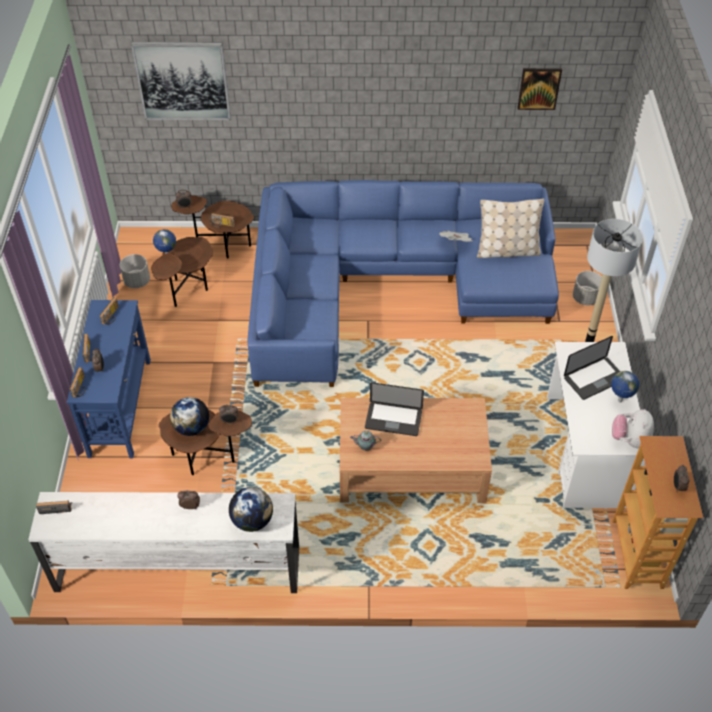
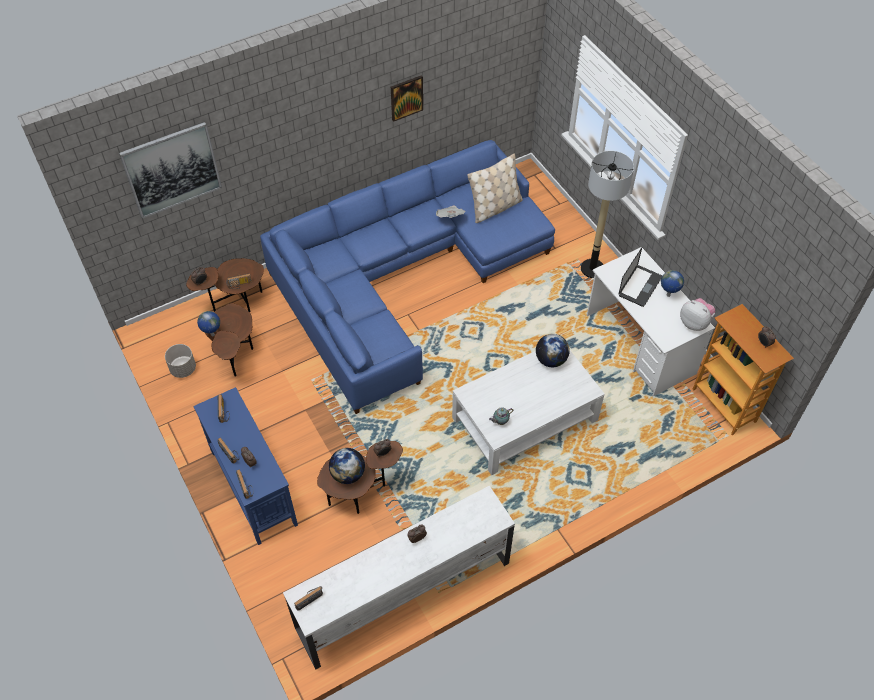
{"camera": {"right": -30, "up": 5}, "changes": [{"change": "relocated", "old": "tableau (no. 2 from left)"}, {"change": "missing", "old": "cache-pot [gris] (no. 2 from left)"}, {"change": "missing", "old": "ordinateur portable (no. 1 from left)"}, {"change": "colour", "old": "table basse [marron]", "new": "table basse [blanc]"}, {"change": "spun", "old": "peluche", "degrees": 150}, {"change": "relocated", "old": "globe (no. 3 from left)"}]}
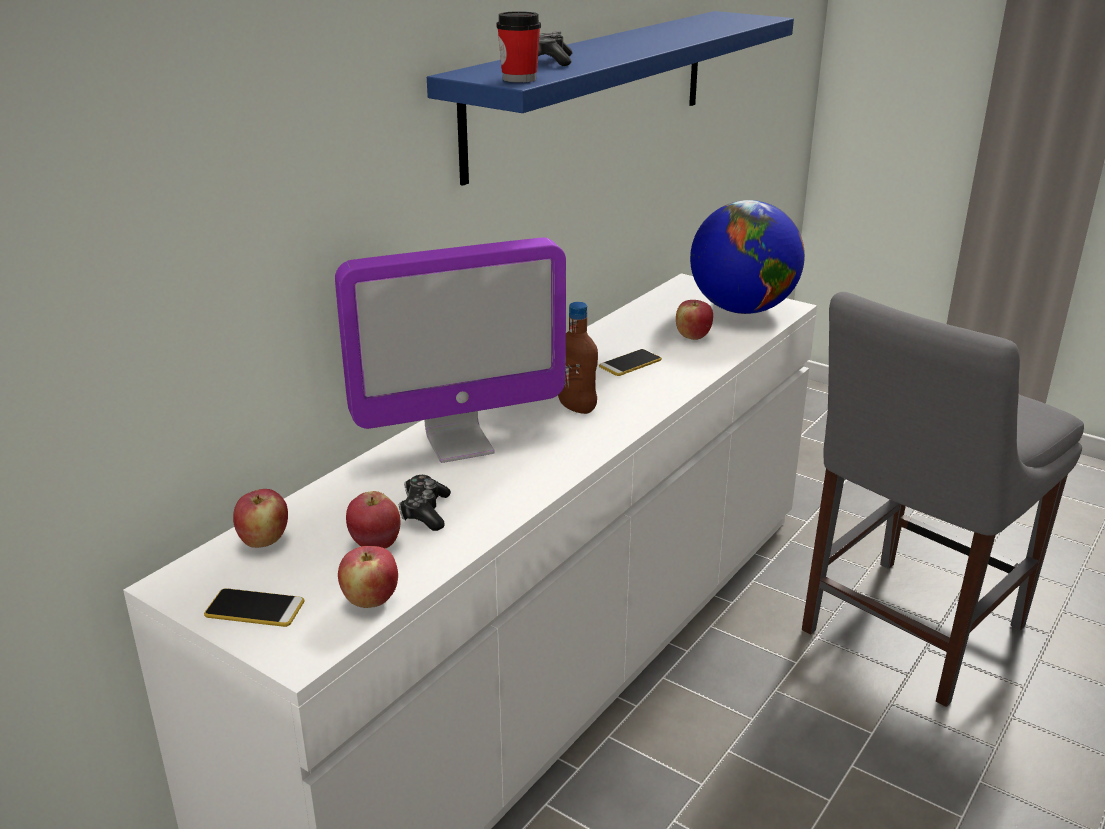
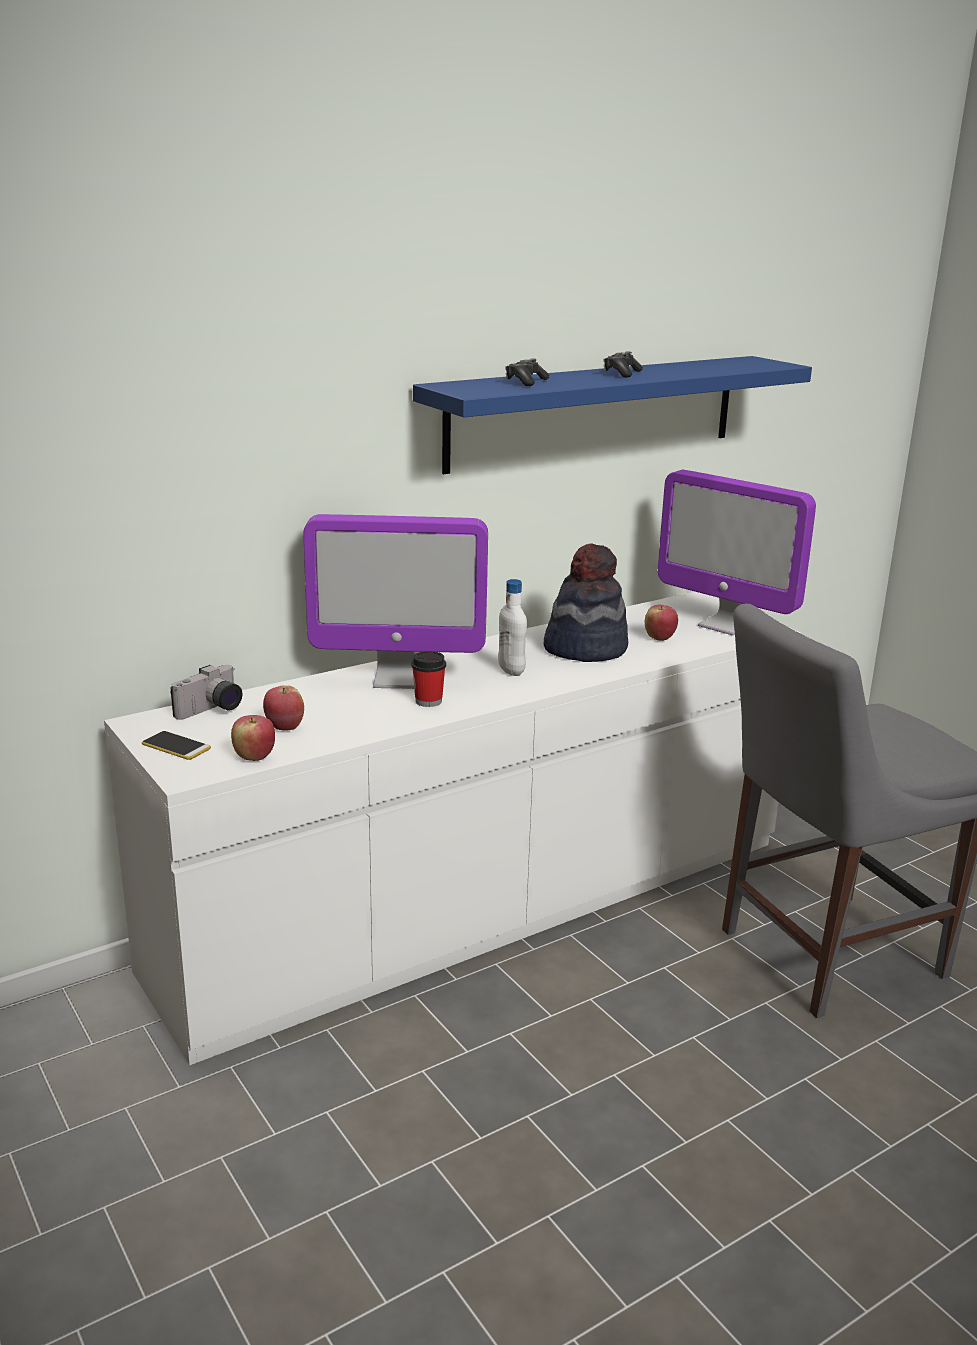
{"camera": {"right": 20, "up": -5}, "changes": [{"change": "relocated", "old": "tasse"}, {"change": "exchanged", "old": "globe", "new": "écran d'ordinateur (no. 2 from left)"}, {"change": "colour", "old": "bouteille [marron]", "new": "bouteille [blanc]"}, {"change": "exchanged", "old": "téléphone (no. 2 from left)", "new": "chapeau"}, {"change": "relocated", "old": "manette (no. 1 from left in the first image)", "new": "manette (no. 2 from left)"}, {"change": "exchanged", "old": "pomme (no. 1 from left)", "new": "appareil photo"}]}
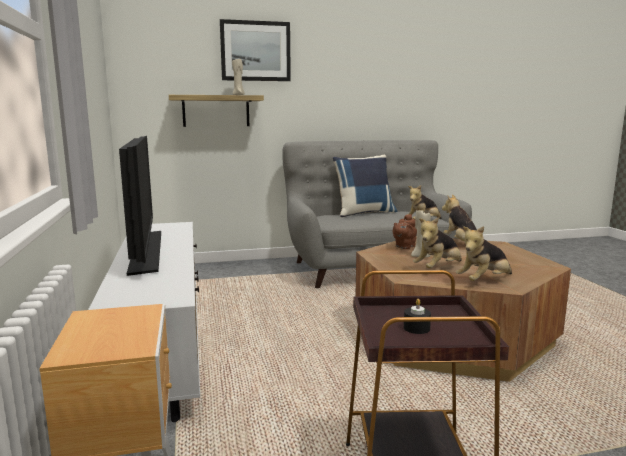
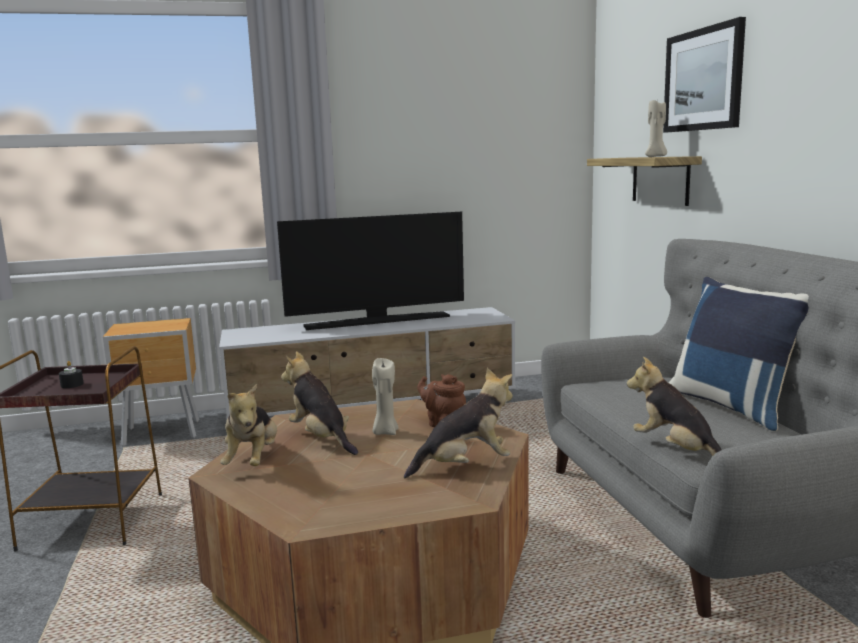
{"camera": {"right": 90, "up": 0}, "changes": [{"change": "spun", "old": "peluche (no. 4 from left in the first image)", "degrees": -150}]}
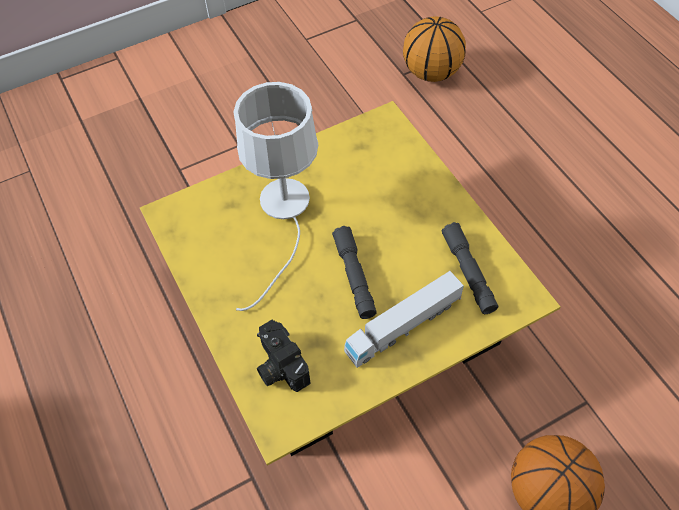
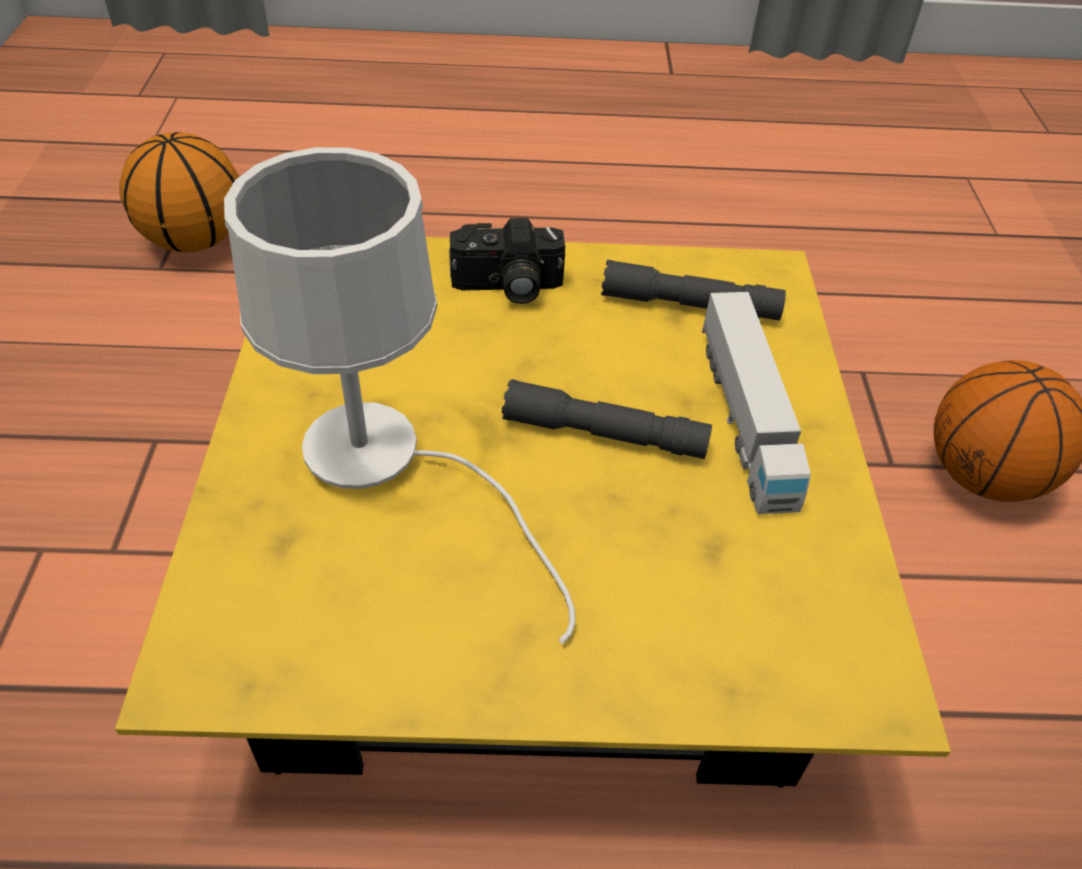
{"camera": {"right": -65, "up": -10}, "changes": [{"change": "relocated", "old": "appareil photo"}]}
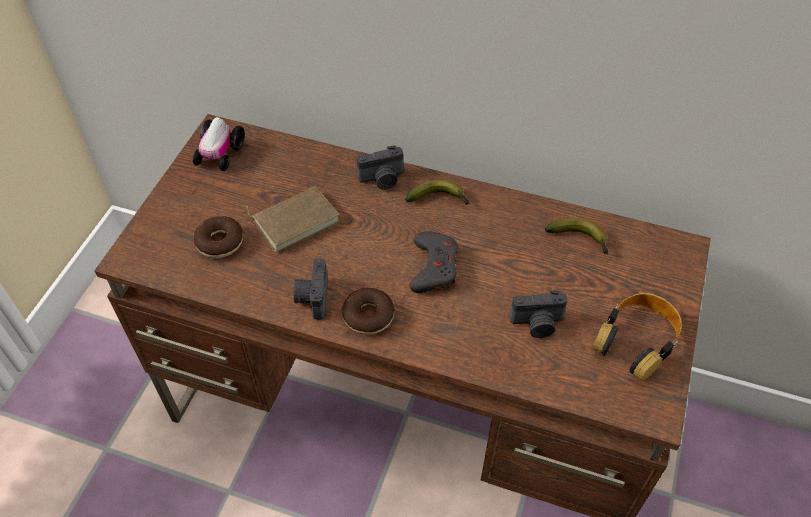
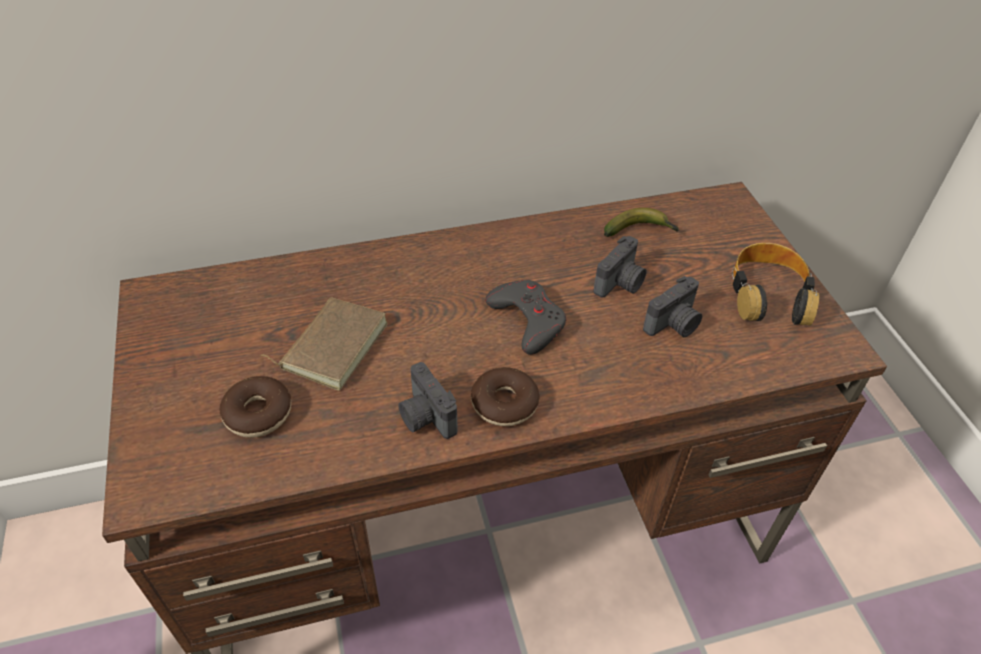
{"camera": {"right": -35, "up": -5}, "changes": [{"change": "missing", "old": "petite voiture"}, {"change": "relocated", "old": "appareil photo (no. 2 from left)"}, {"change": "missing", "old": "banane (no. 1 from left)"}]}
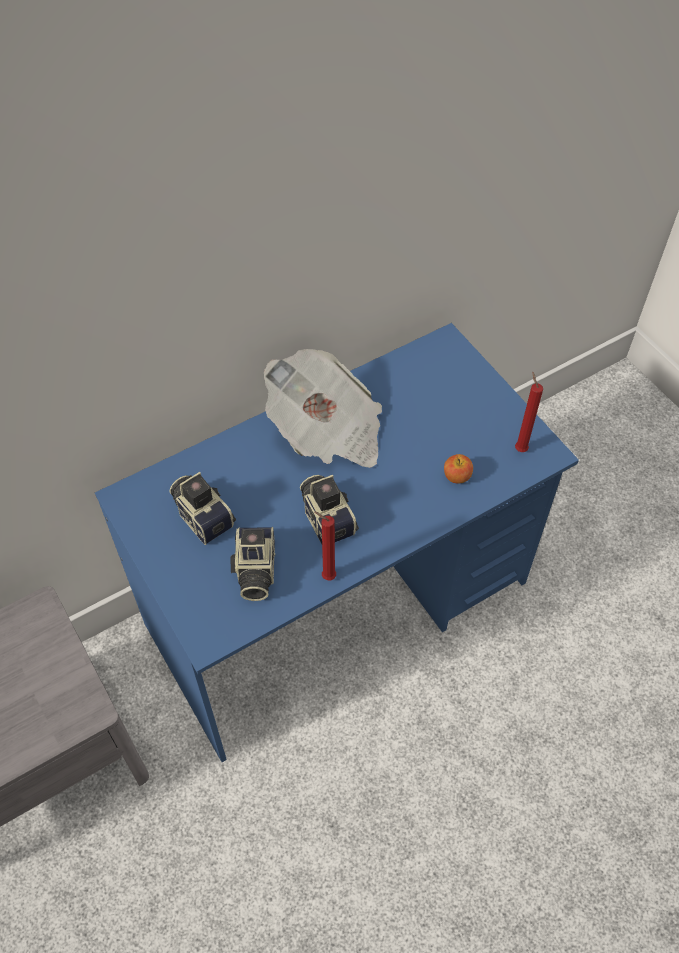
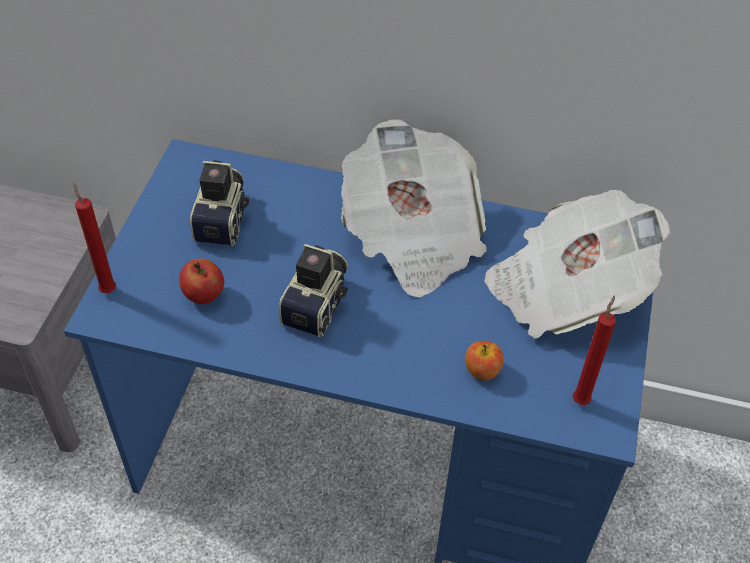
{"camera": {"right": 45, "up": -5}, "changes": [{"change": "relocated", "old": "bougie [rouge] (no. 1 from left)"}, {"change": "exchanged", "old": "appareil photo (no. 2 from left)", "new": "pomme (no. 1 from left)"}, {"change": "appeared", "new": "journal (no. 2 from left)"}]}
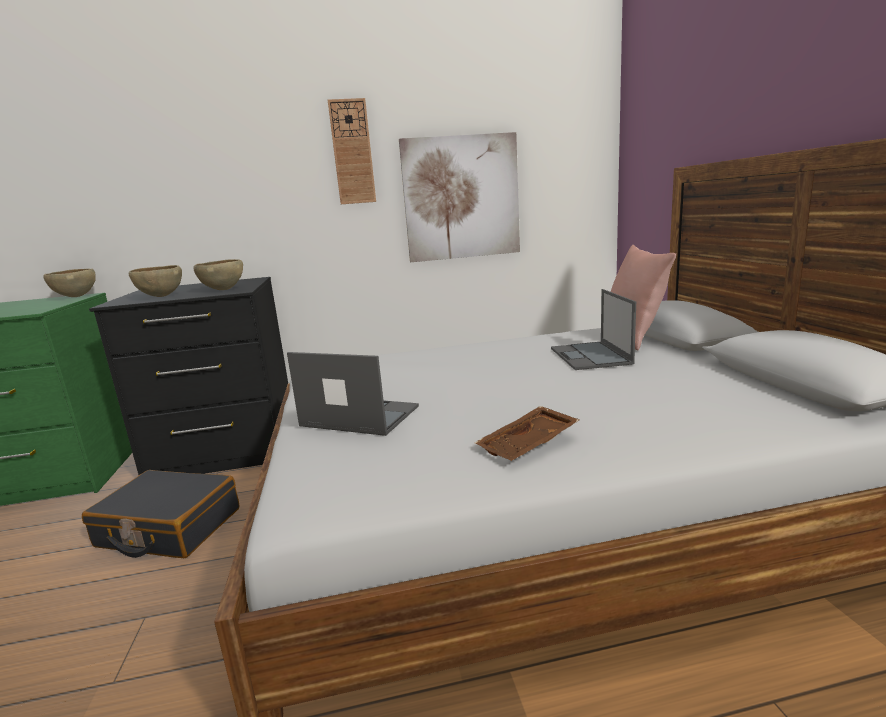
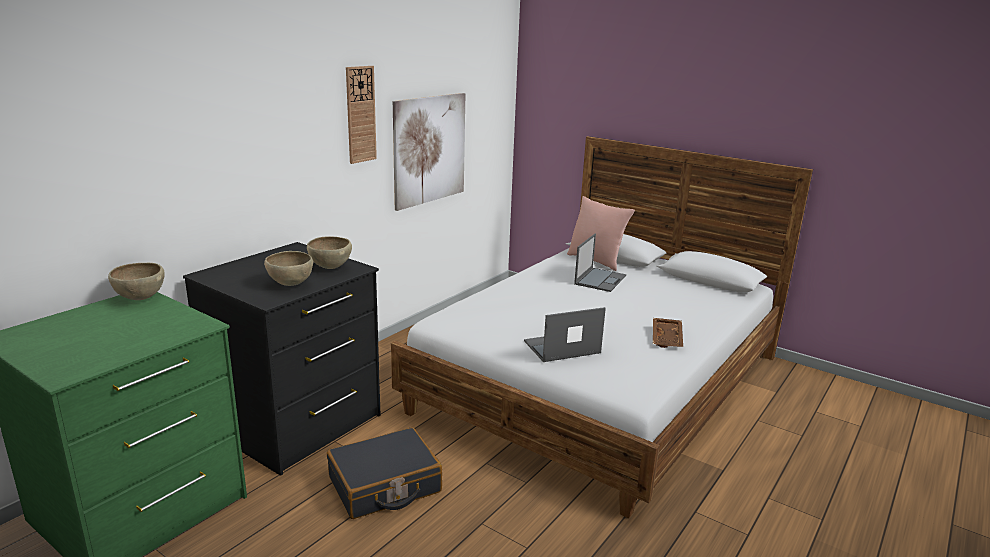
{"camera": {"right": -45, "up": 5}, "changes": [{"change": "spun", "old": "ordinateur portable (no. 2 from left)", "degrees": -105}]}
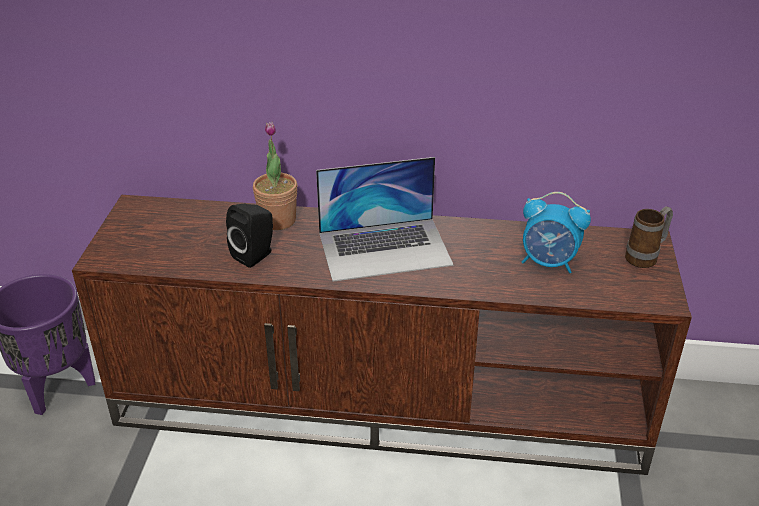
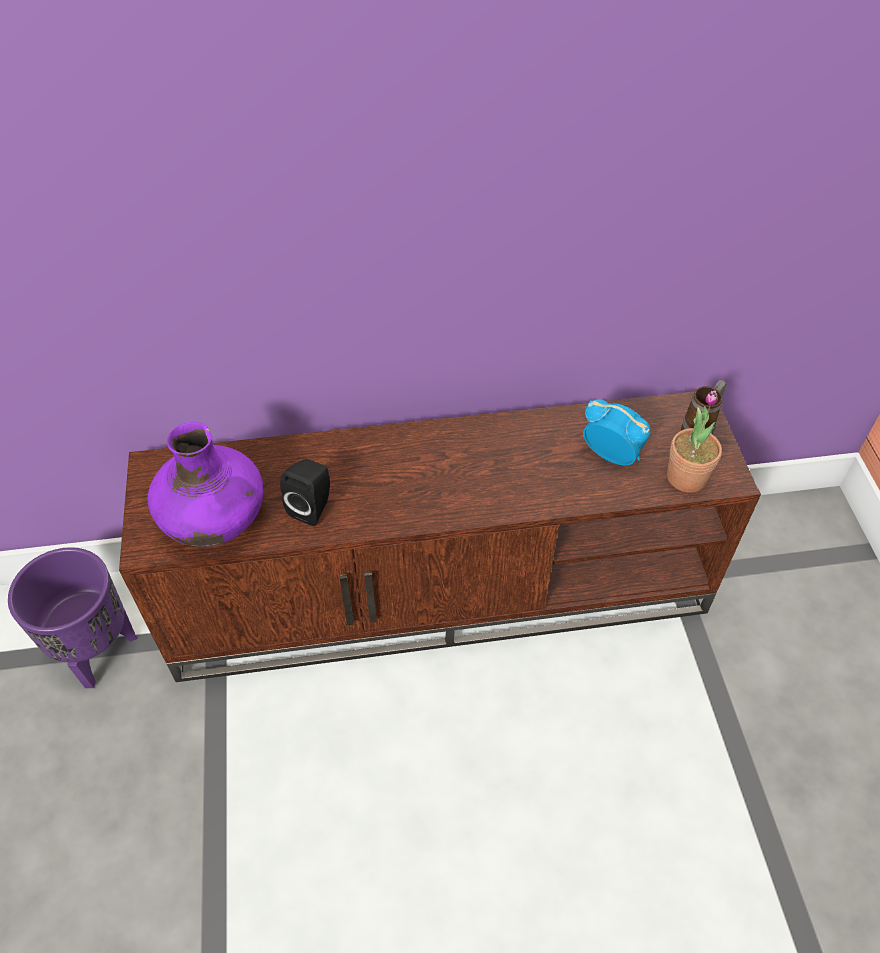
{"camera": {"right": -15, "up": 15}, "changes": [{"change": "relocated", "old": "plante en pot"}, {"change": "missing", "old": "ordinateur portable"}, {"change": "spun", "old": "réveil", "degrees": -150}, {"change": "appeared", "new": "vase [violet]"}]}
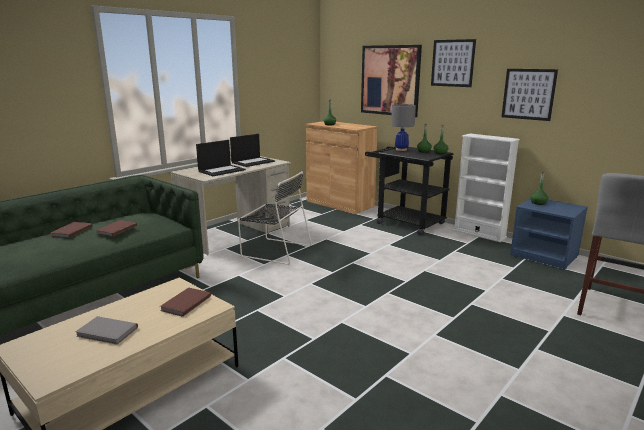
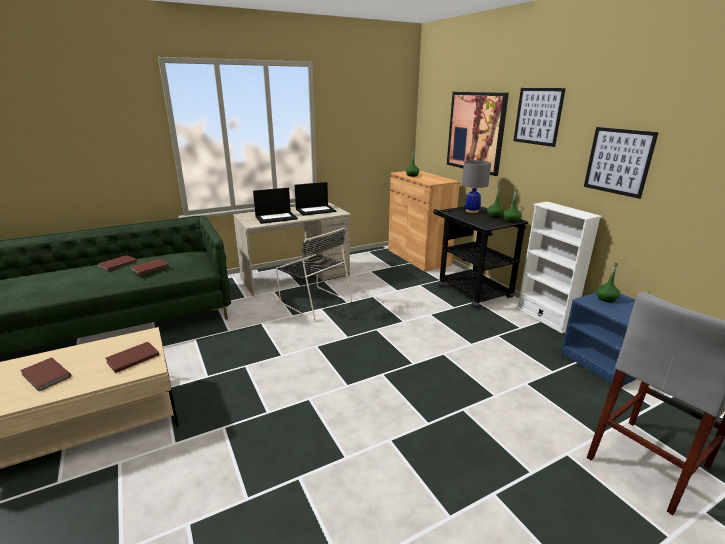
{"camera": {"right": 20, "up": 5}, "changes": [{"change": "colour", "old": "livre [gris]", "new": "livre [marron] (no. 1 from left)"}]}
